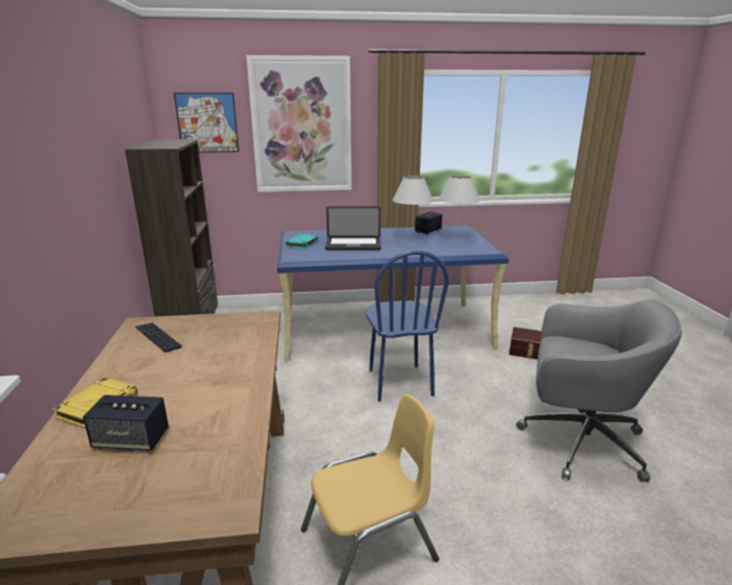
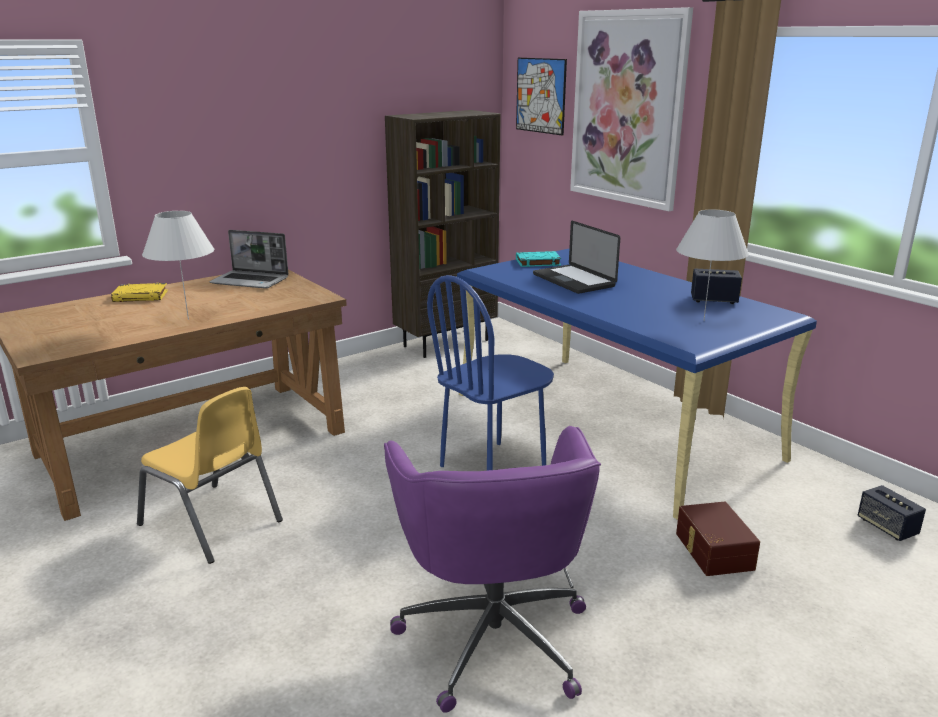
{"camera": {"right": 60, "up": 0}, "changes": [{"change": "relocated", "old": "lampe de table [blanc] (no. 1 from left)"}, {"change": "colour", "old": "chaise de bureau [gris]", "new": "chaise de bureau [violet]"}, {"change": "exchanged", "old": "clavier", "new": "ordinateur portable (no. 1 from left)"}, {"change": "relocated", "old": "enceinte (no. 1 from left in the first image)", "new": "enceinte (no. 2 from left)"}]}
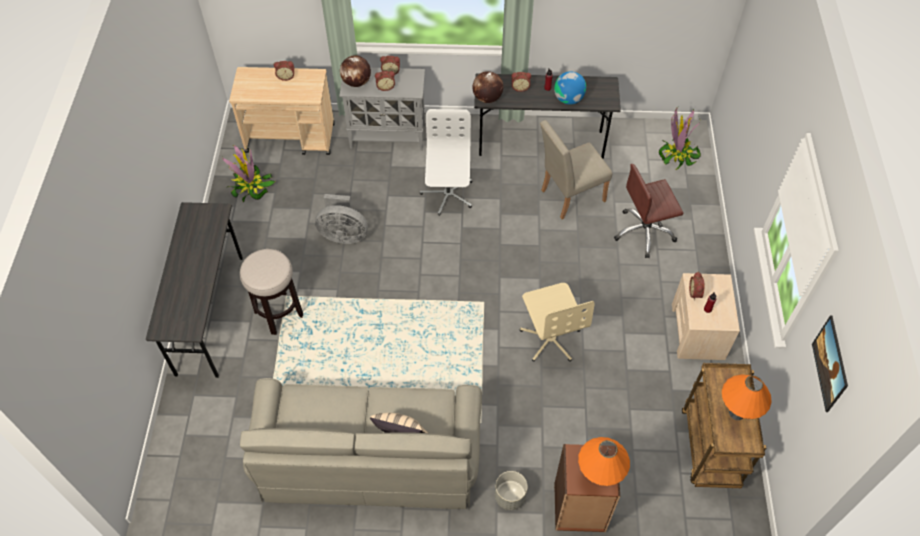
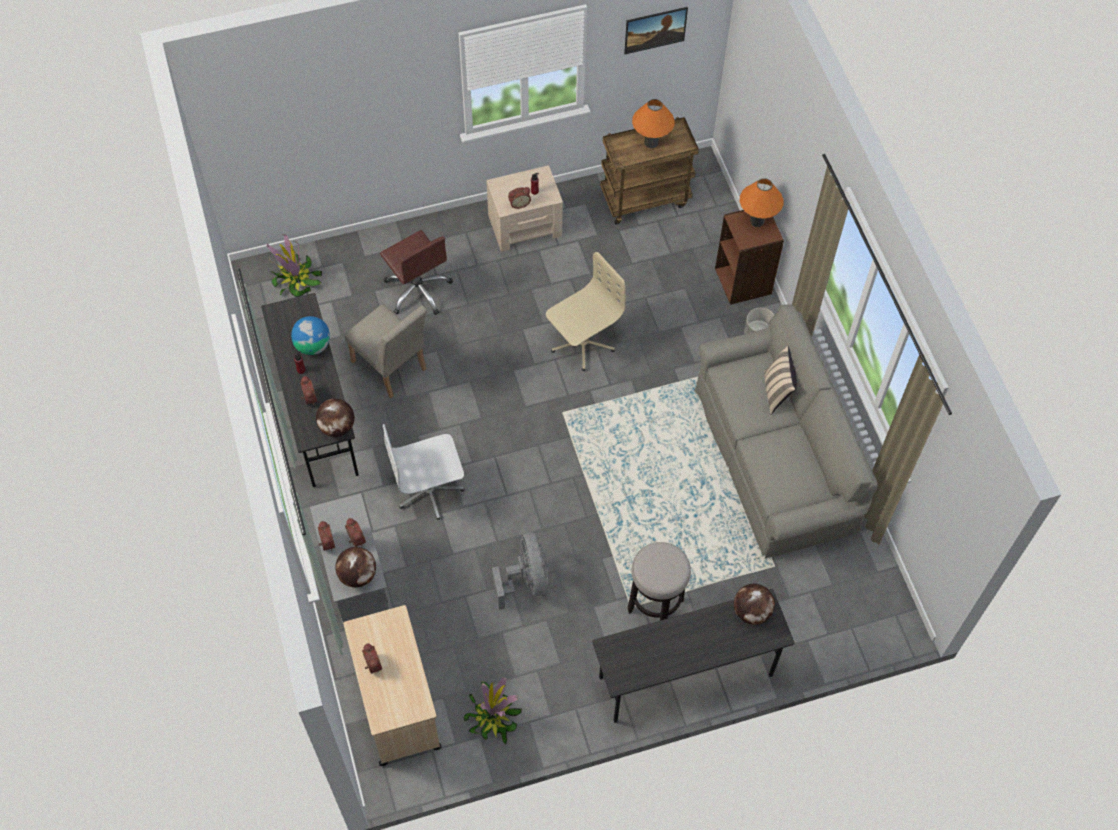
{"camera": {"right": -110, "up": 5}, "changes": [{"change": "appeared", "new": "globe (no. 4 from left)"}]}
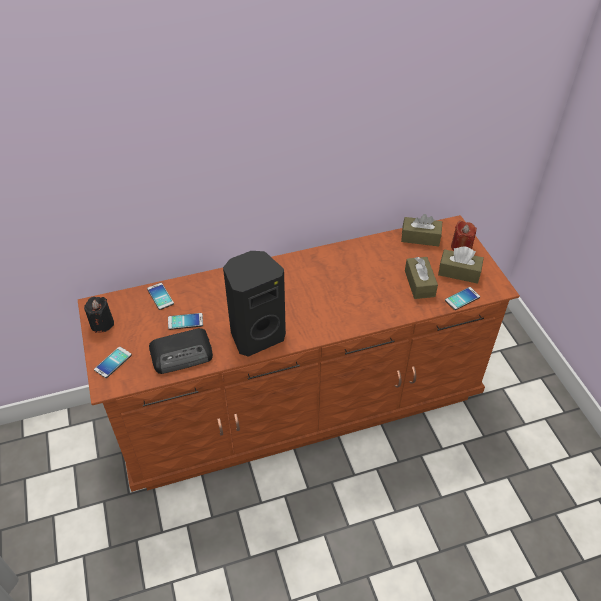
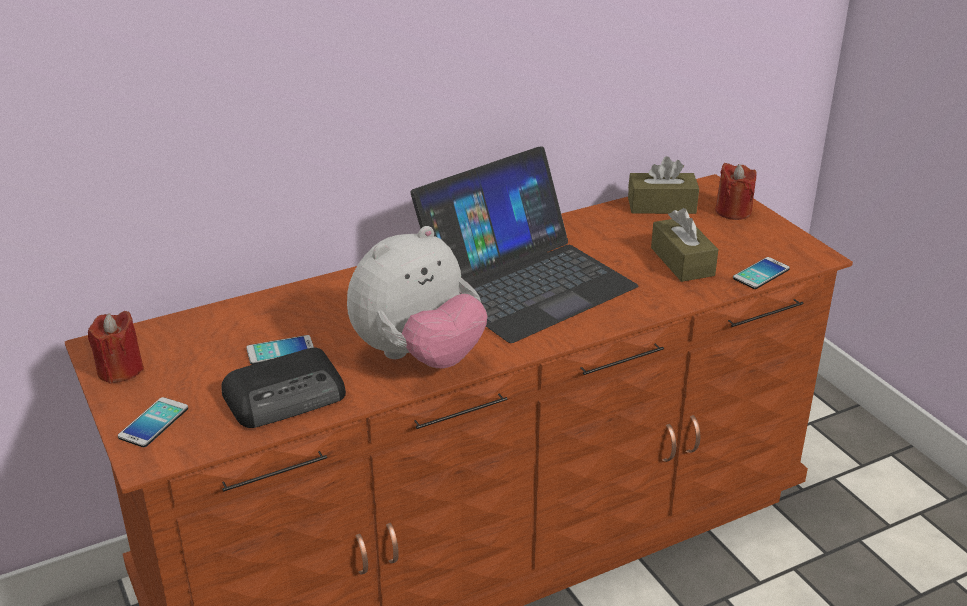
{"camera": {"right": -10, "up": -15}, "changes": [{"change": "missing", "old": "boîte à mouchoirs [marron] (no. 3 from left)"}, {"change": "exchanged", "old": "enceinte [noir]", "new": "peluche"}, {"change": "missing", "old": "téléphone (no. 2 from left)"}, {"change": "colour", "old": "bougie [noir]", "new": "bougie [rouge] (no. 1 from left)"}, {"change": "appeared", "new": "ordinateur portable"}]}
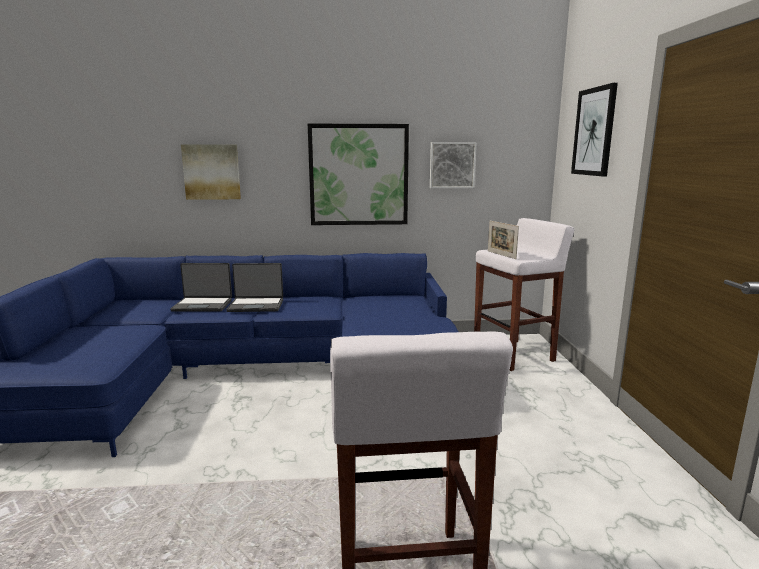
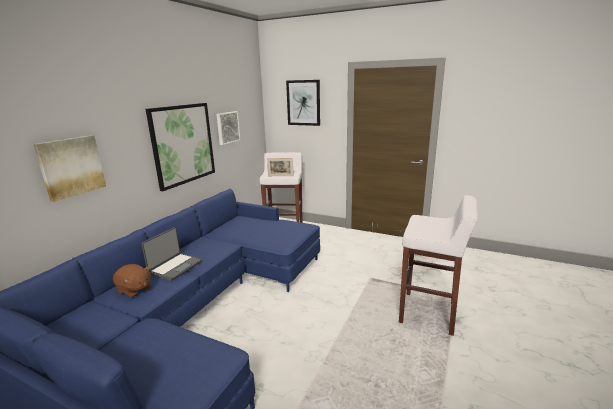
{"camera": {"right": -60, "up": 5}, "changes": [{"change": "exchanged", "old": "ordinateur portable (no. 1 from left)", "new": "peluche [marron]"}]}
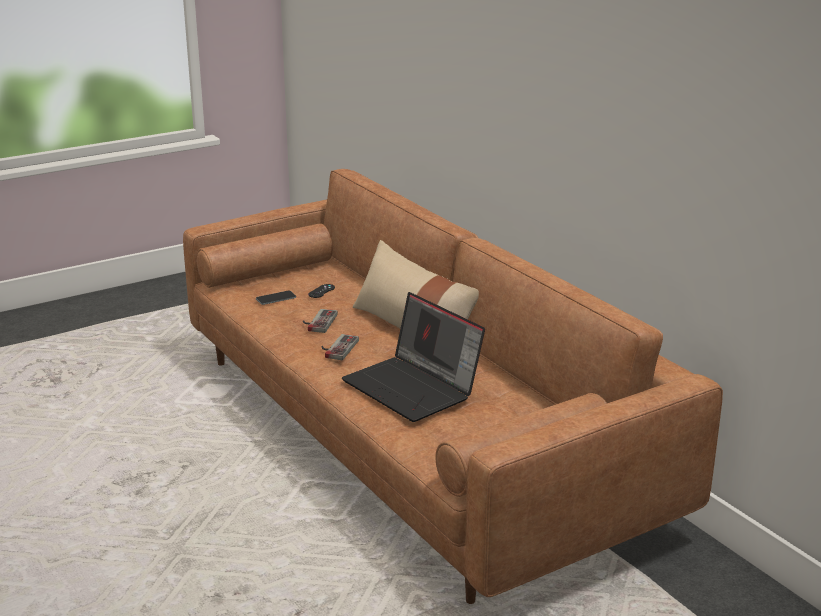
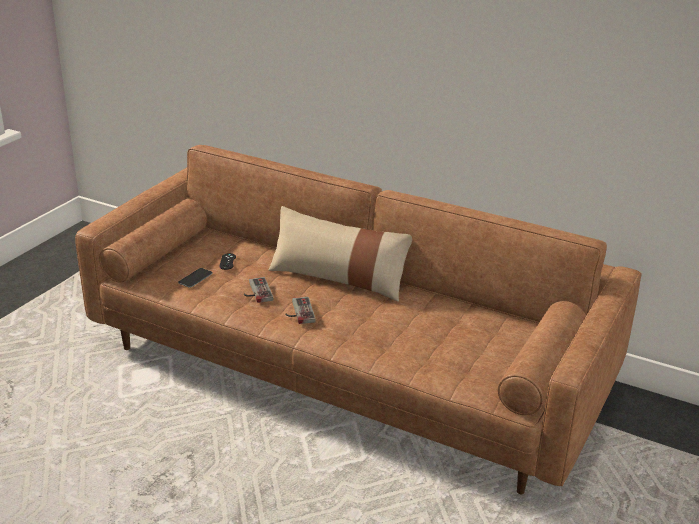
{"camera": {"right": -30, "up": 5}, "changes": [{"change": "missing", "old": "ordinateur portable"}]}
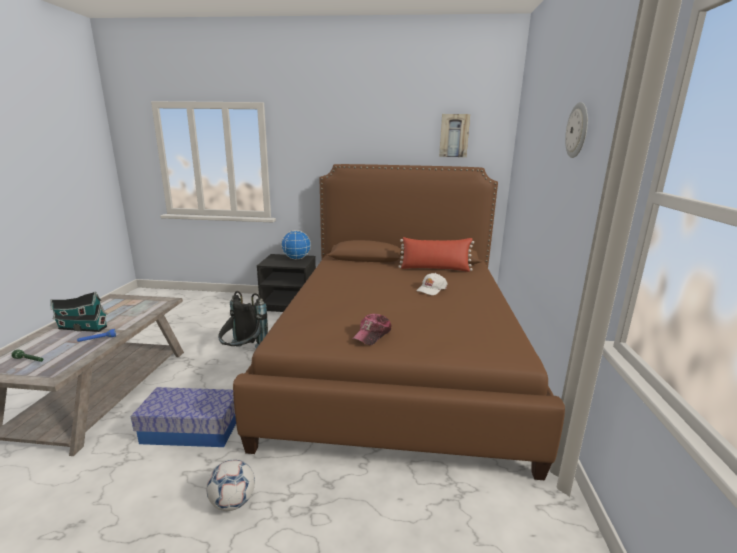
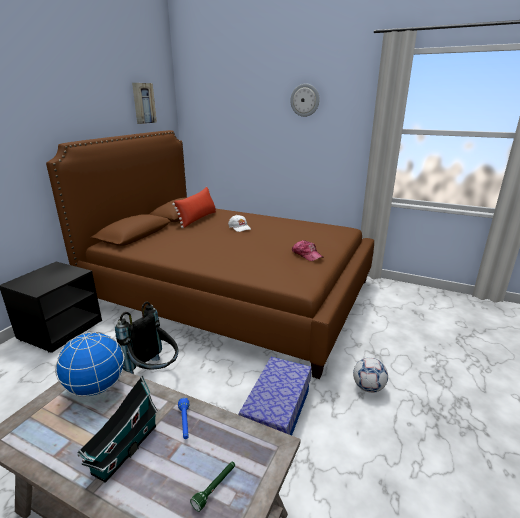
{"camera": {"right": -70, "up": 5}, "changes": [{"change": "relocated", "old": "globe"}]}
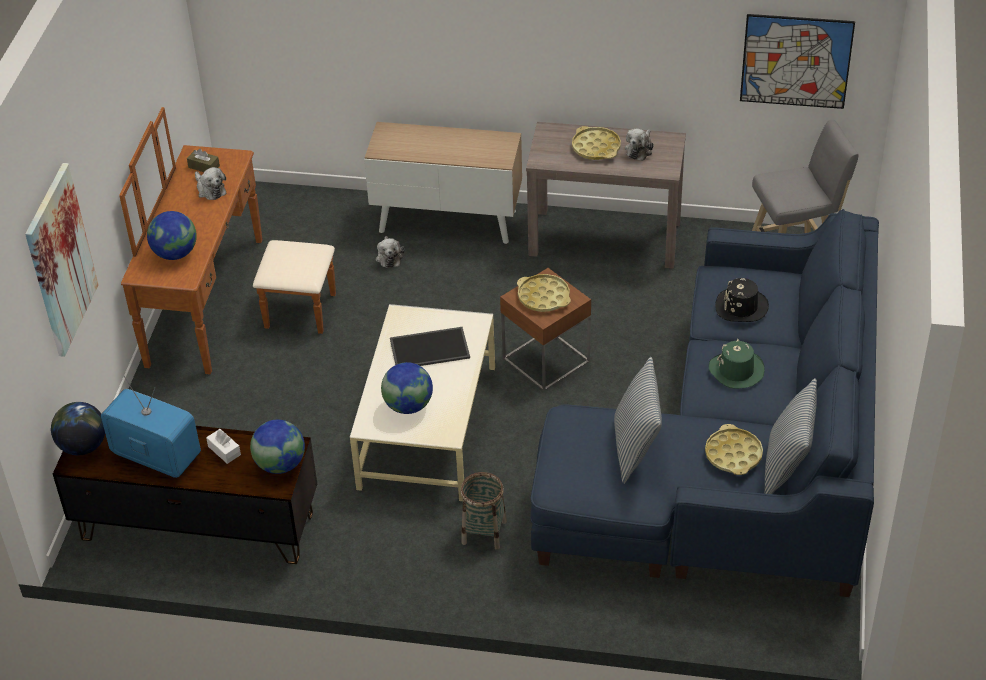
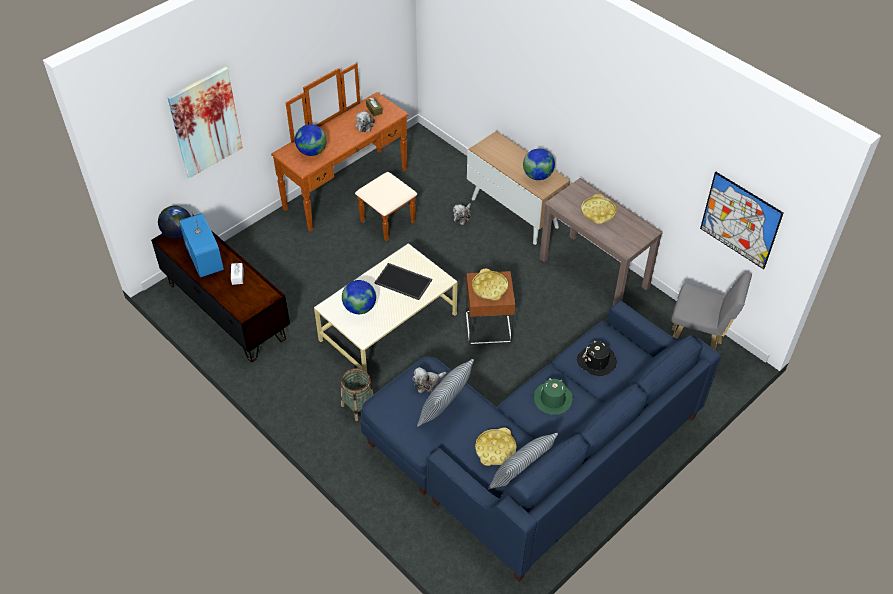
{"camera": {"right": 35, "up": 5}, "changes": [{"change": "relocated", "old": "peluche (no. 3 from left in the first image)", "new": "peluche (no. 2 from left)"}, {"change": "relocated", "old": "globe (no. 3 from left in the first image)", "new": "globe (no. 4 from left)"}]}
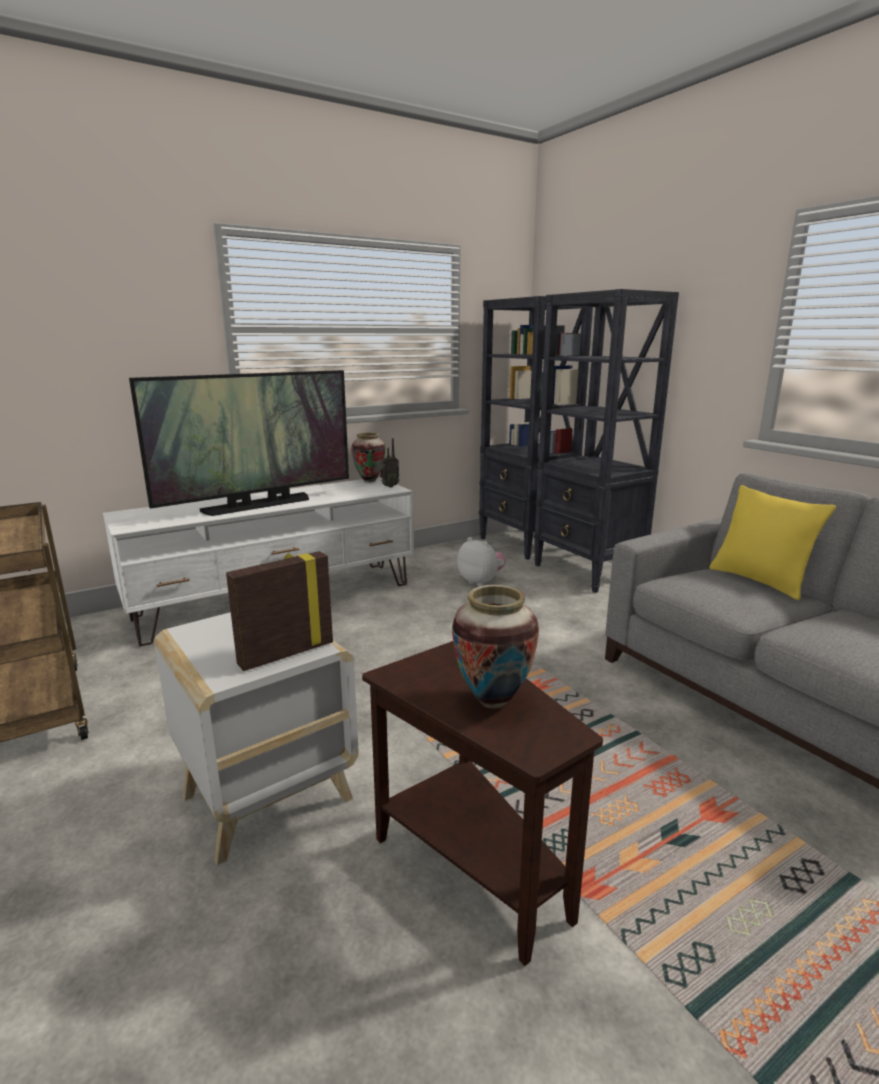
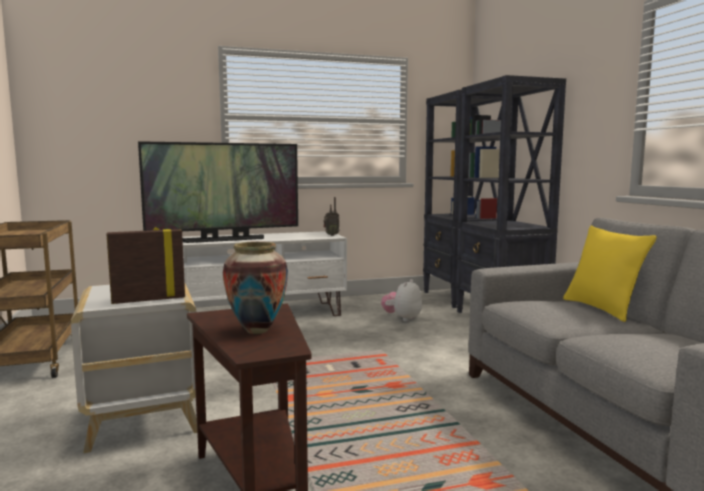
{"camera": {"right": 15, "up": -10}, "changes": [{"change": "missing", "old": "vase (no. 1 from left)"}, {"change": "spun", "old": "peluche", "degrees": -120}]}
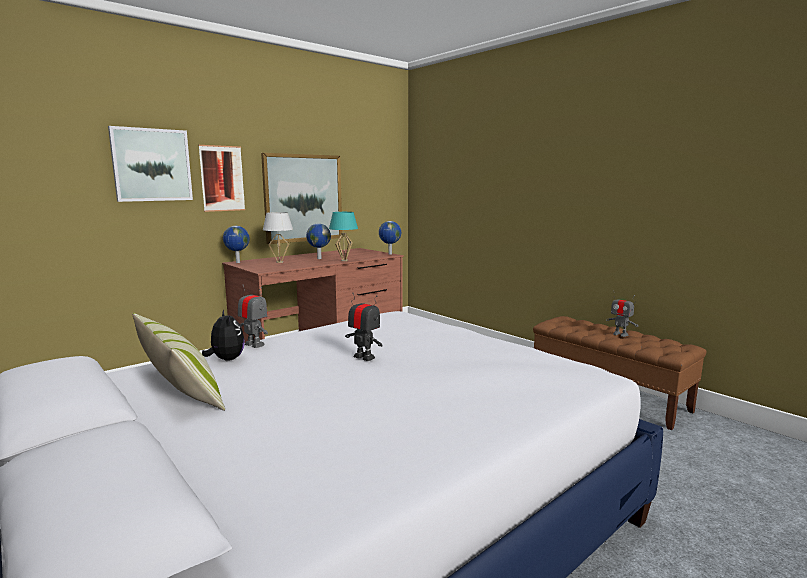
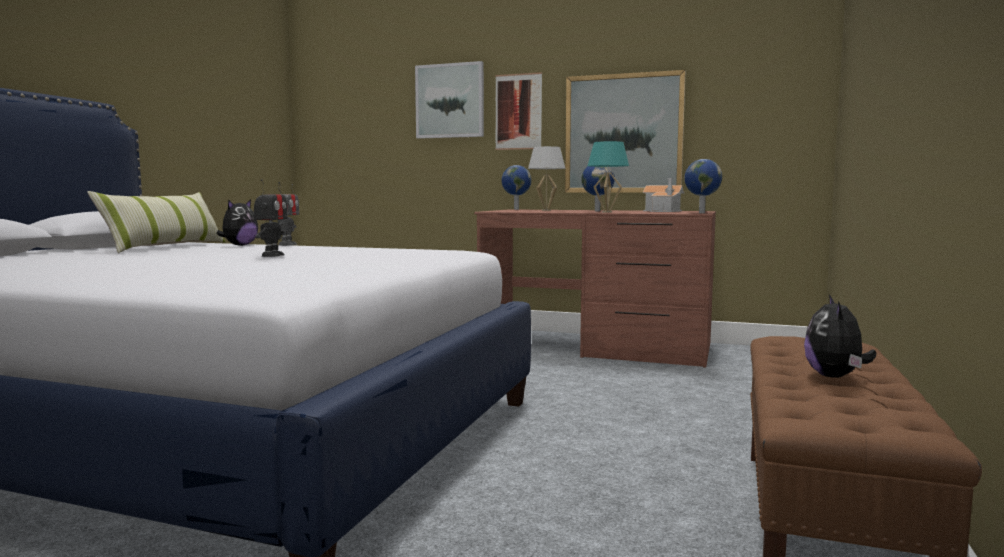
{"camera": {"right": 60, "up": -5}, "changes": [{"change": "exchanged", "old": "robot jouet (no. 3 from left)", "new": "peluche (no. 2 from left)"}, {"change": "appeared", "new": "maison miniature"}]}
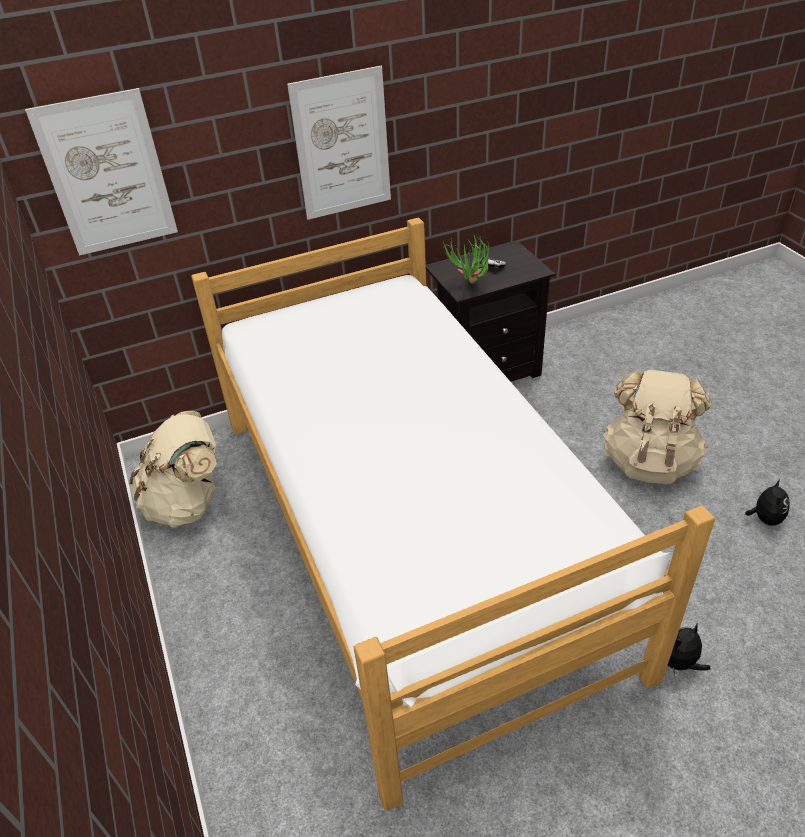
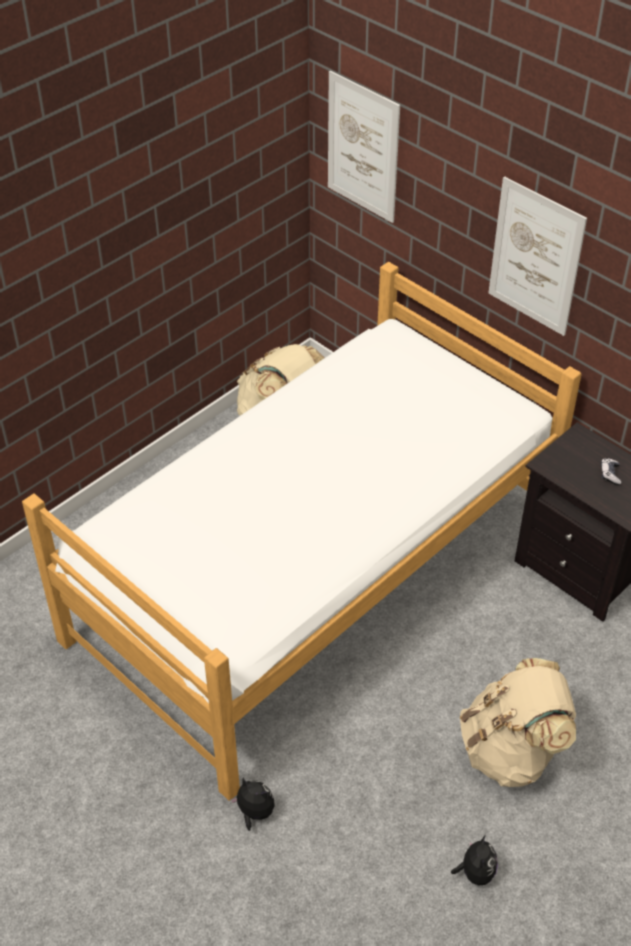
{"camera": {"right": 65, "up": 5}, "changes": [{"change": "missing", "old": "plante en pot"}, {"change": "spun", "old": "peluche (no. 2 from left)", "degrees": -75}]}
